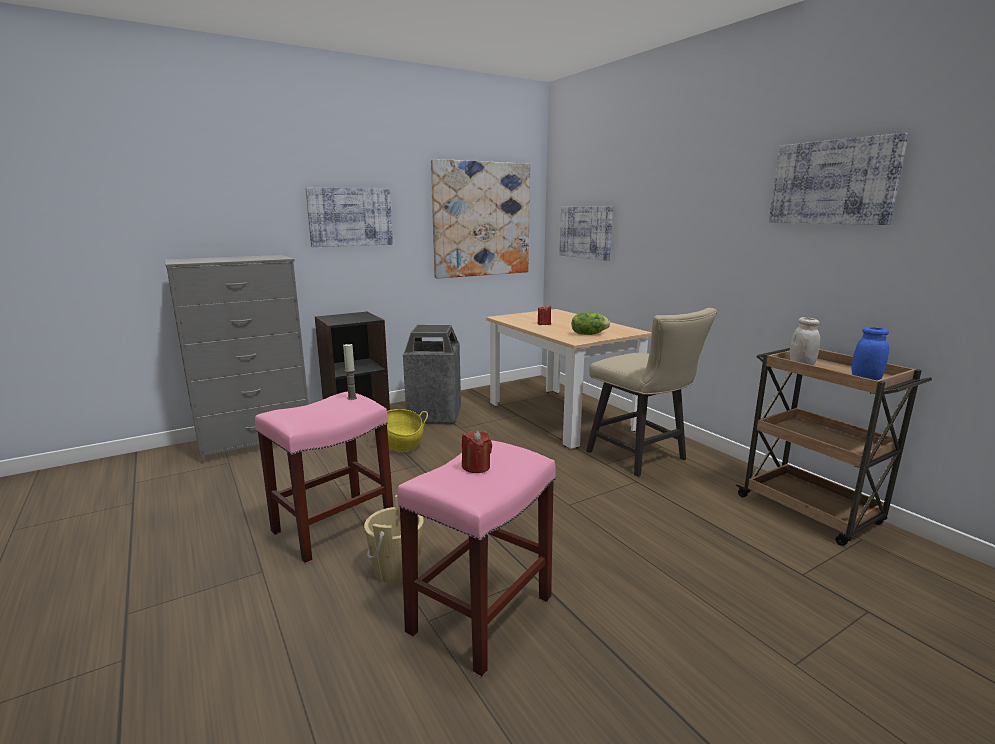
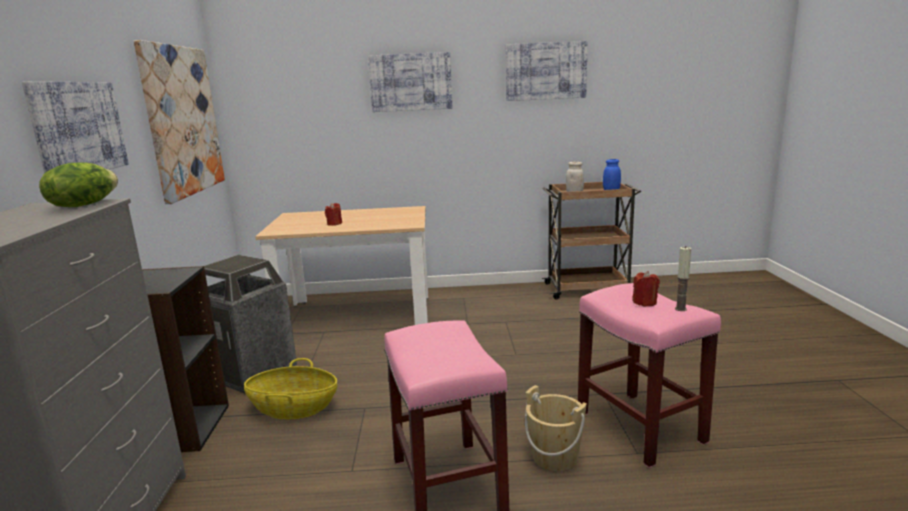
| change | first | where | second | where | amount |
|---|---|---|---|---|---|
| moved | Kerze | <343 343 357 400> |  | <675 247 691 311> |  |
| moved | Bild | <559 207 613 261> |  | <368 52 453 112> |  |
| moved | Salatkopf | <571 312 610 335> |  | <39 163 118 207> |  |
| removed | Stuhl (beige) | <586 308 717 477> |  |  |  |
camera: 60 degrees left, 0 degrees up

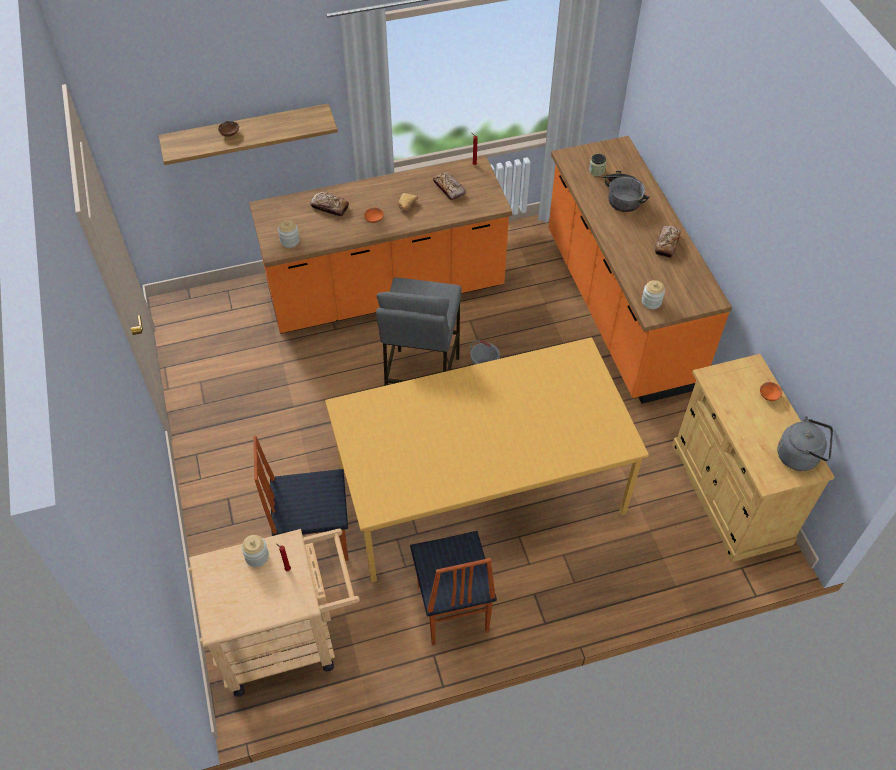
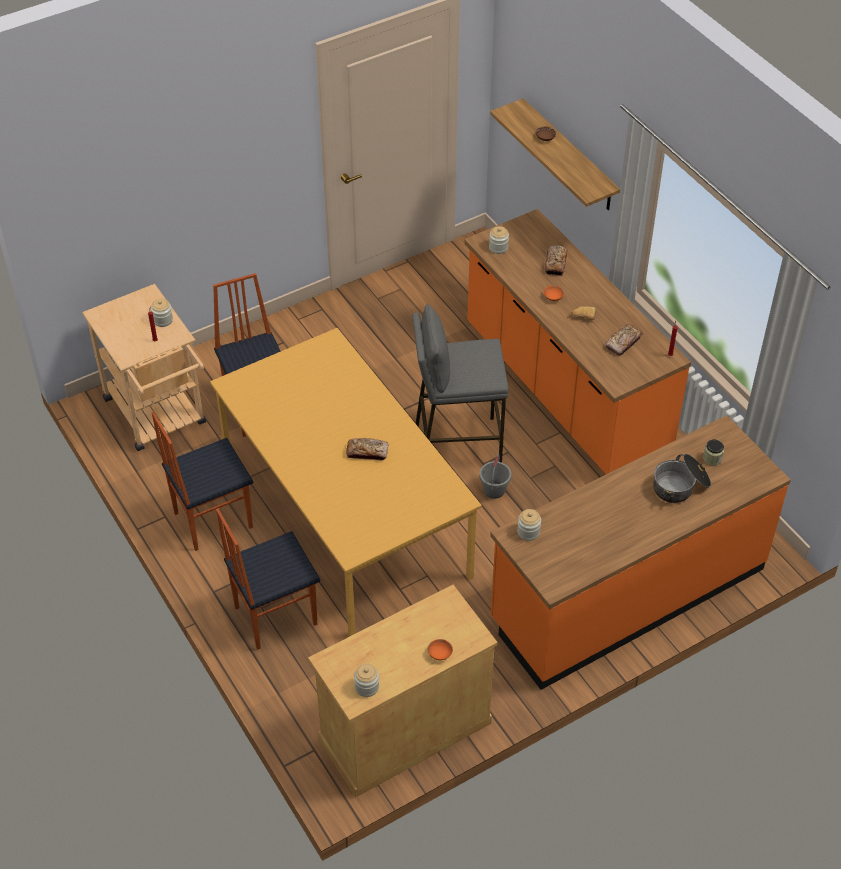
| change | first | where | second | where | amount |
|---|---|---|---|---|---|
| moved | Brot | <655 226 681 258> |  | <346 438 388 460> |  |
| replaced | Wasserkessel (grau) | <777 416 833 471> | Vorratsglas | <354 663 379 697> |  |
| added |  |  | Stuhl | <216 508 320 650> |  |
camera: 75 degrees right, 5 degrees down

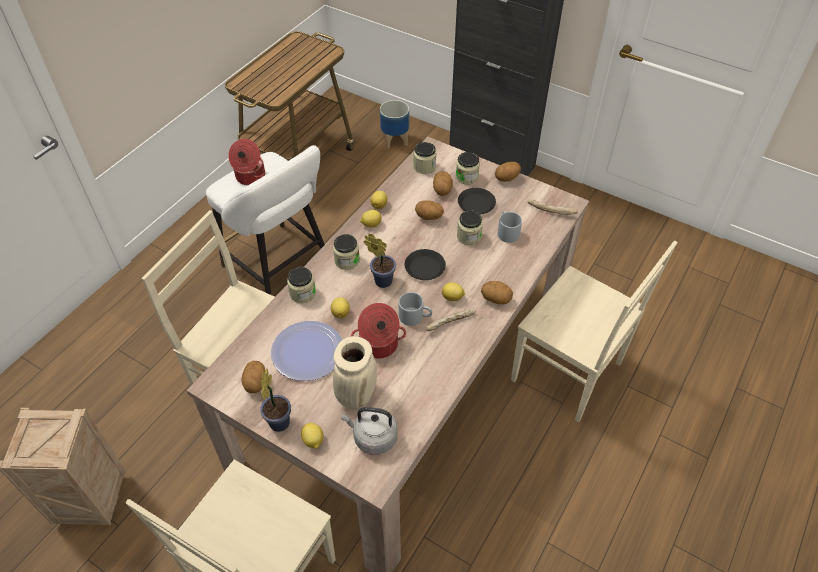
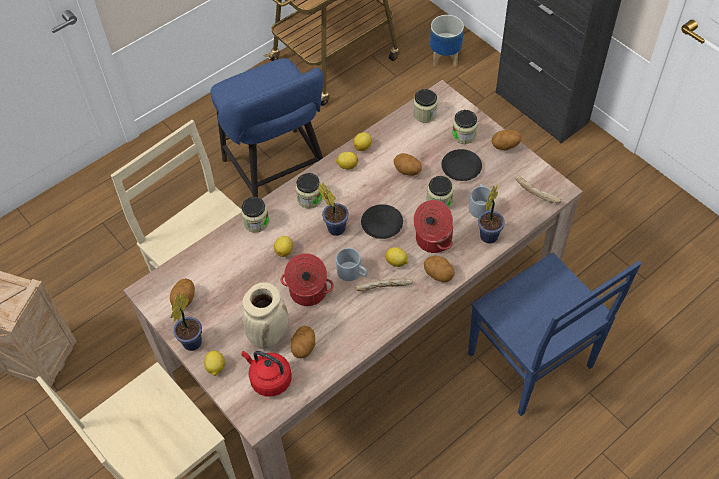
| change | first | where | second | where | amount |
|---|---|---|---|---|---|
| recoloured | Hocker (weiß) | <206 145 325 295> | Hocker (blau) | <211 58 323 197> |  |
| moved | Kochtopf | <228 139 265 185> |  | <413 200 453 253> |  |
| removed | Teller | <271 321 342 381> |  |  |  |
| recoloured | Wasserkessel (grau) | <341 407 398 455> | Wasserkessel (rot) | <241 351 292 397> |  |
| moved | Kartoffel | <433 171 453 196> |  | <290 326 315 359> |  |
| recoloured | Stuhl (beige) | <511 241 677 422> | Stuhl (blau) | <468 253 641 416> |  |
| added |  |  | Topfpflanze | <478 185 505 243> |  |
camera: 20 degrees right, 5 degrees up

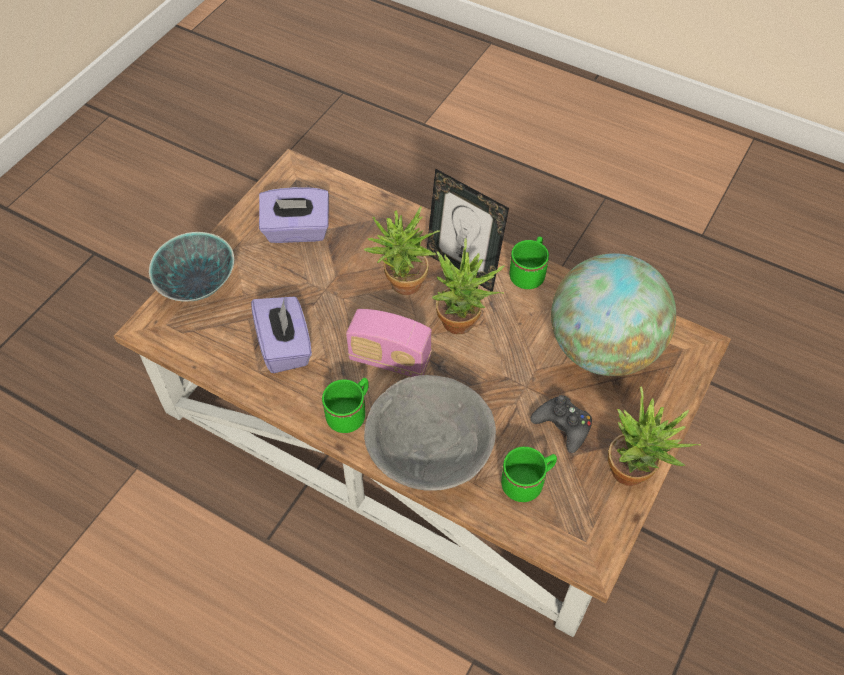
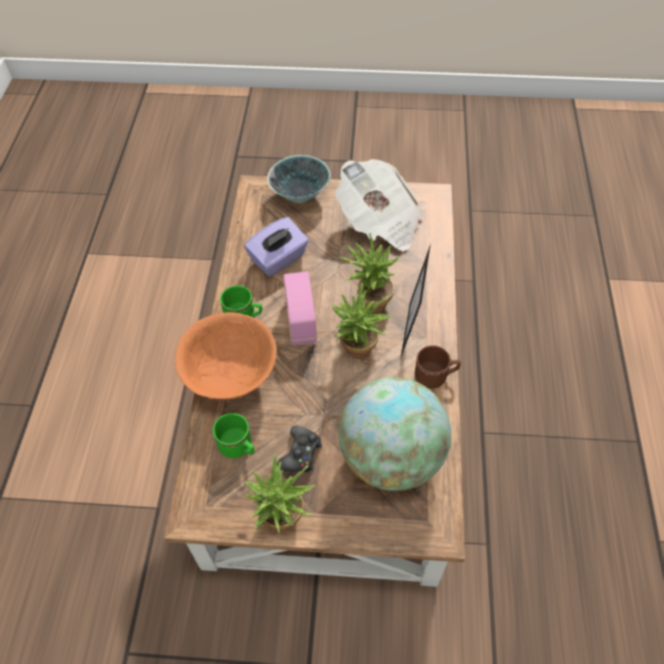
| change | first | where | second | where | amount |
|---|---|---|---|---|---|
| replaced | Taschentuchbox (lila) | <259 187 329 243> | Zeitung | <335 159 424 251> |  |
| recoloured | Schüssel (grau) | <364 375 496 491> | Schüssel (orange) | <175 312 277 399> |  |
| recoloured | Henkelbecher (grün) | <510 236 549 289> | Henkelbecher (braun) | <415 345 461 389> |  |
camera: 65 degrees right, 0 degrees up

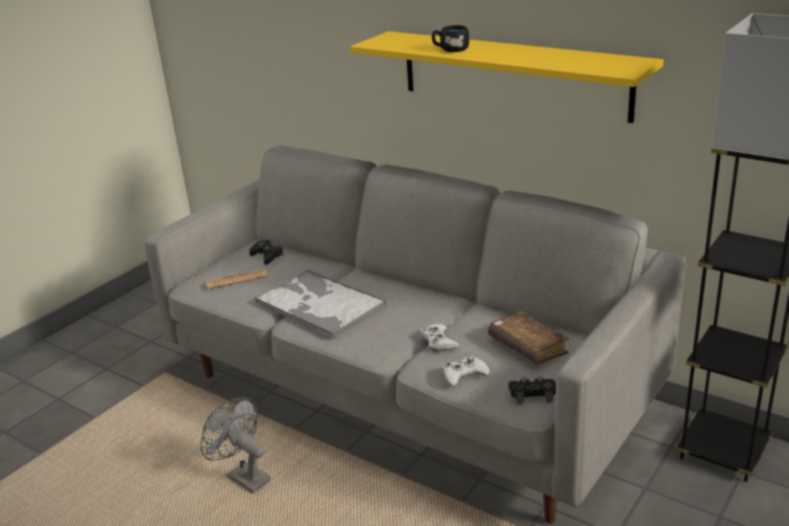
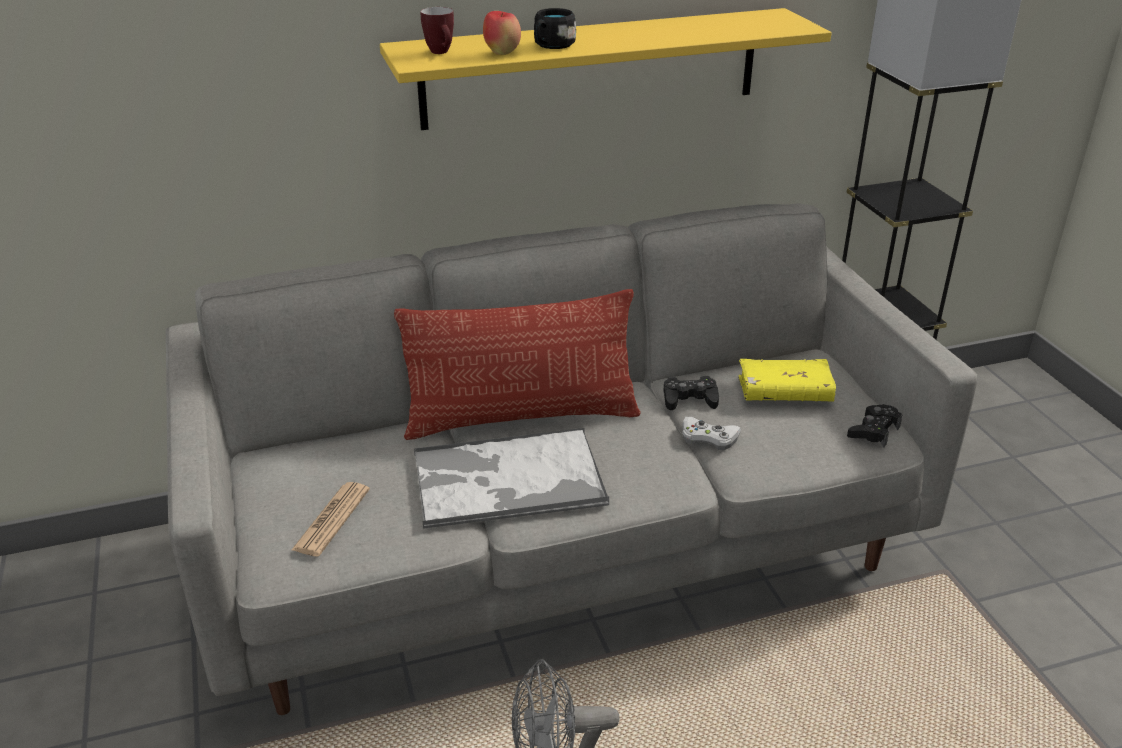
| change | first | where | second | where | amount |
|---|---|---|---|---|---|
| moved | Gamepad (schwarz) | <249 240 284 265> |  | <664 376 719 410> |  |
| removed | Gamepad (weiß) | <442 356 490 386> |  |  |  |
| recoloured | Buch (braun) | <488 311 570 365> | Buch (gelb) | <738 359 836 402> |  |
| added |  |  | Kissen | <394 289 641 440> |  |
| added |  |  | Henkelbecher | <420 7 454 54> |  |
| added |  |  | Apfel | <483 11 521 55> |  |
camera: 55 degrees left, 5 degrees up

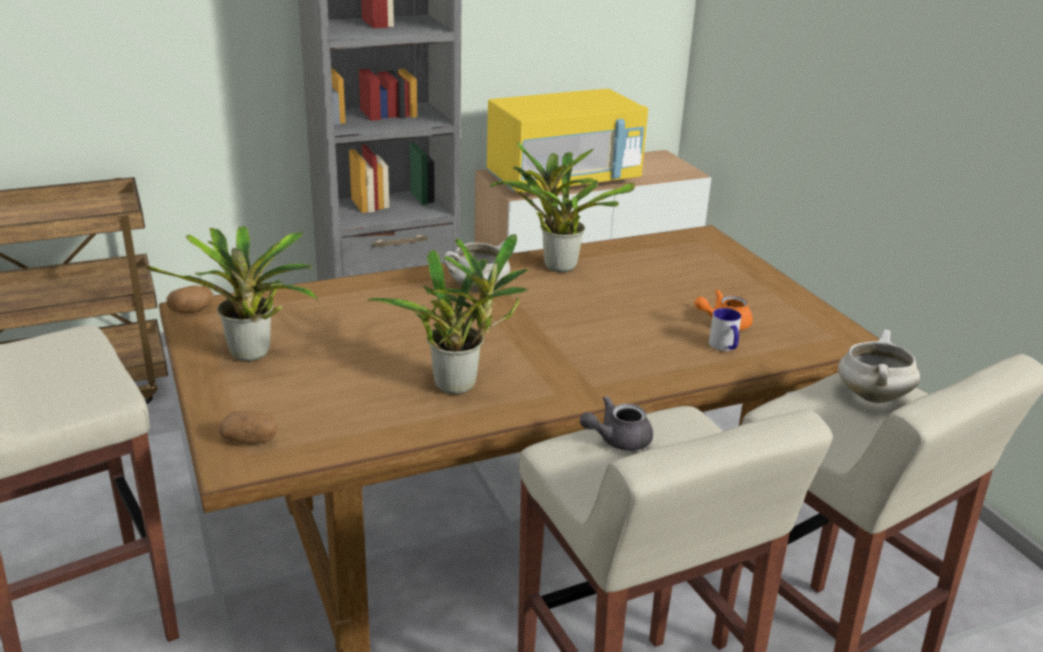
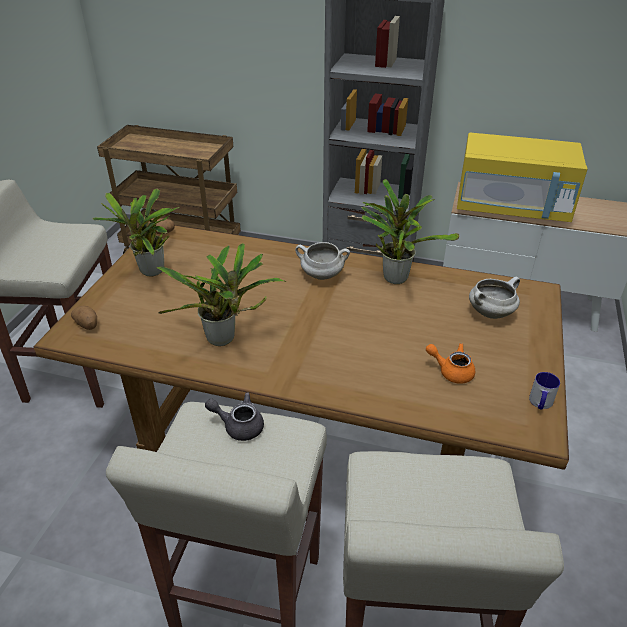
| change | first | where | second | where | amount |
|---|---|---|---|---|---|
| moved | Henkelbecher | <709 308 741 351> |  | <529 372 560 410> |  |
| moved | Kochtopf (weiß) | <838 329 920 403> |  | <469 277 520 319> |  |
camera: 40 degrees right, 10 degrees up

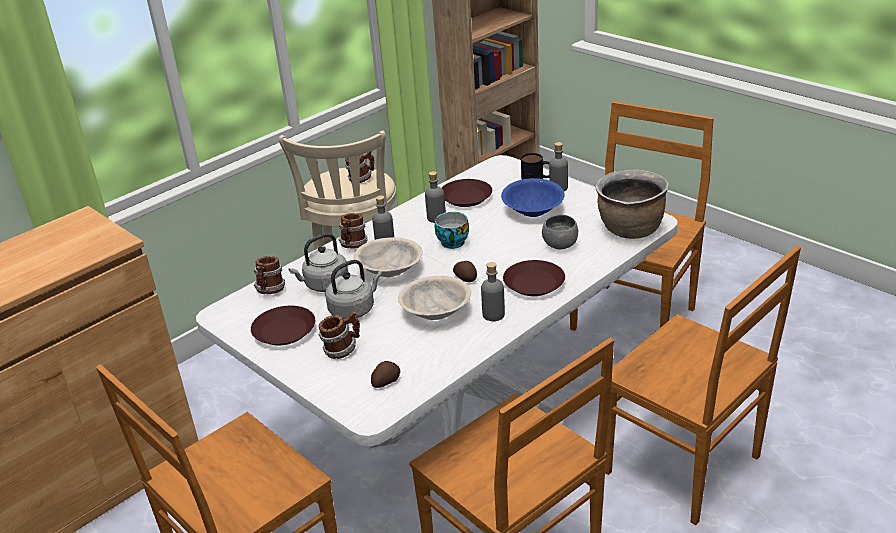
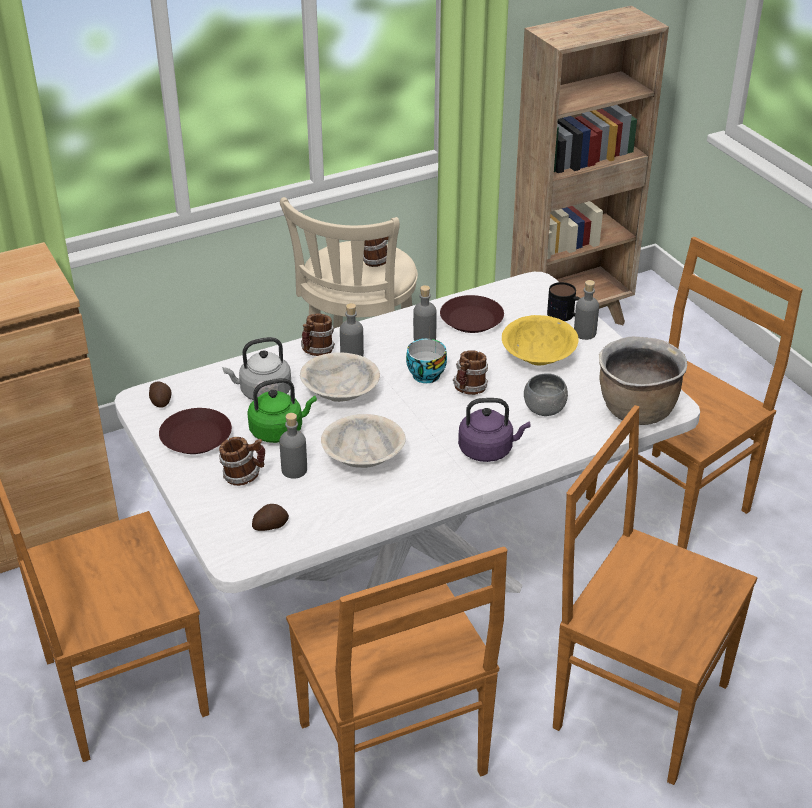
| change | first | where | second | where | amount |
|---|---|---|---|---|---|
| moved | Henkelbecher | <253 256 285 294> |  | <453 350 488 395> |  |
| recoloured | Wasserkessel (grau) | <325 260 382 319> | Wasserkessel (grün) | <247 378 317 443> |  |
| moved | Kartoffel | <453 261 477 282> |  | <149 381 172 408> |  |
| moved | Flasche (grau) | <481 262 505 321> |  | <280 413 307 479> |  |
| recoloured | Schüssel (blau) | <501 178 565 217> | Schüssel (gelb) | <502 315 579 365> |  |
| replaced | Teller (braun) | <503 260 565 296> | Wasserkessel (lila) | <458 398 531 462> |  |
| turned | Stuhl (braun) | <605 246 801 525> |  | <553 405 757 785> | 150 degrees clockwise |
camera: 15 degrees right, 5 degrees up

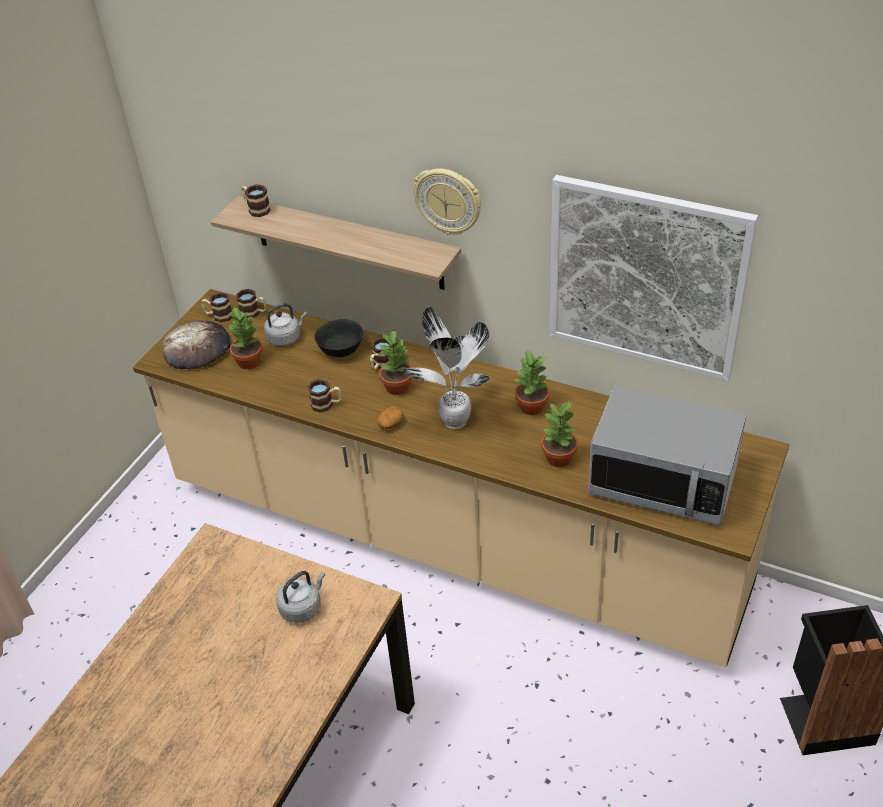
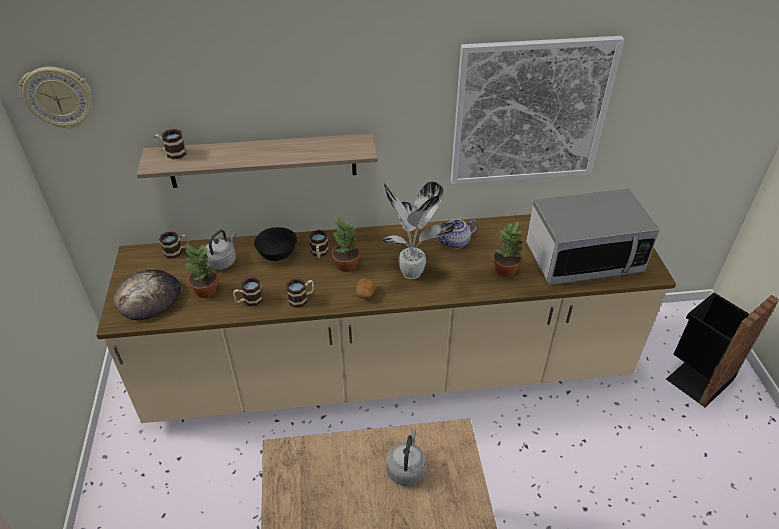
| change | first | where | second | where | amount |
|---|---|---|---|---|---|
| moved | Henkelbecher | <201 292 232 323> |  | <233 277 263 306> |  |
| moved | Wanduhr | <413 169 481 235> |  | <19 67 93 129> |  |
| replaced | Topfpflanze | <513 350 549 415> | Teekanne | <439 219 478 249> |  |
camera: 35 degrees left, 0 degrees up

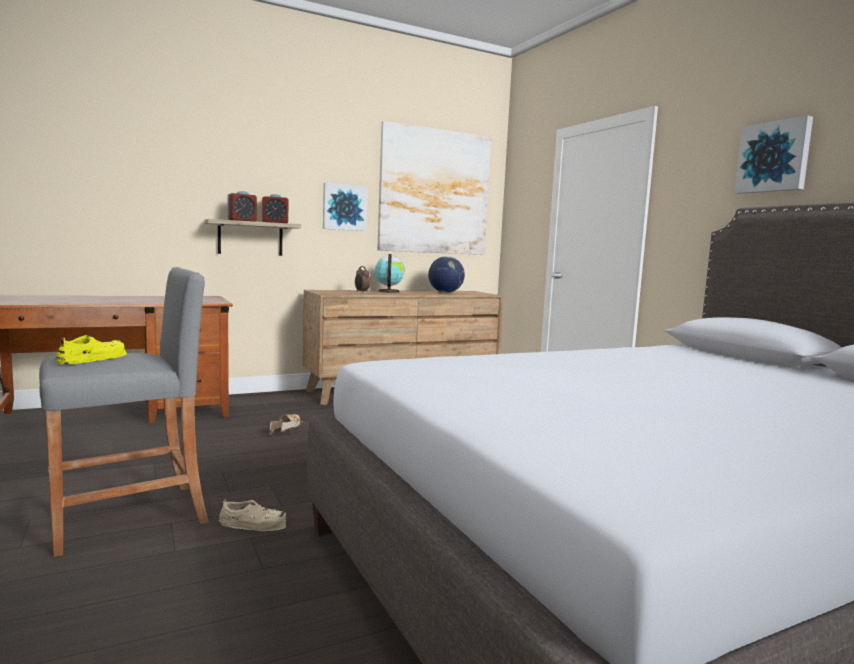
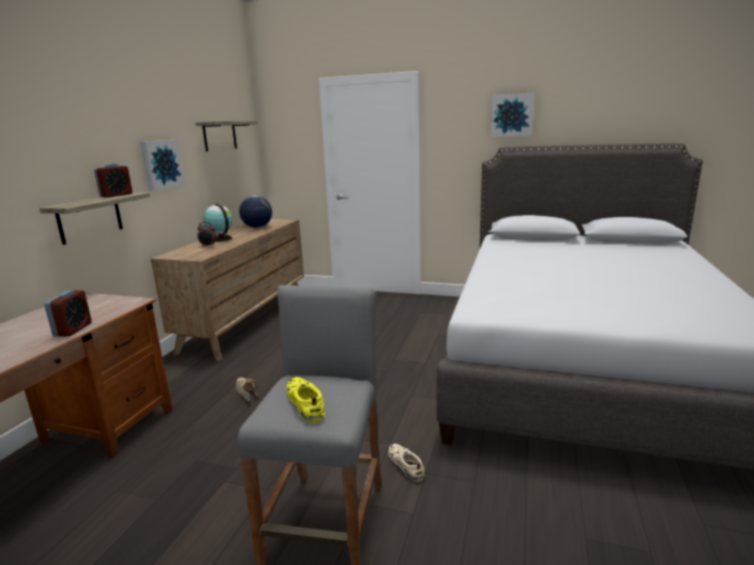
| change | first | where | second | where | amount |
|---|---|---|---|---|---|
| turned | Schuh (beige) | <219 499 286 531> |  | <388 443 424 482> | 75 degrees counterclockwise |
| moved | Wecker | <227 191 257 221> |  | <44 290 92 336> |  |
| replaced | Bild | <377 121 491 255> | Wandregal | <195 121 258 151> |  |
camera: 45 degrees left, 10 degrees up

